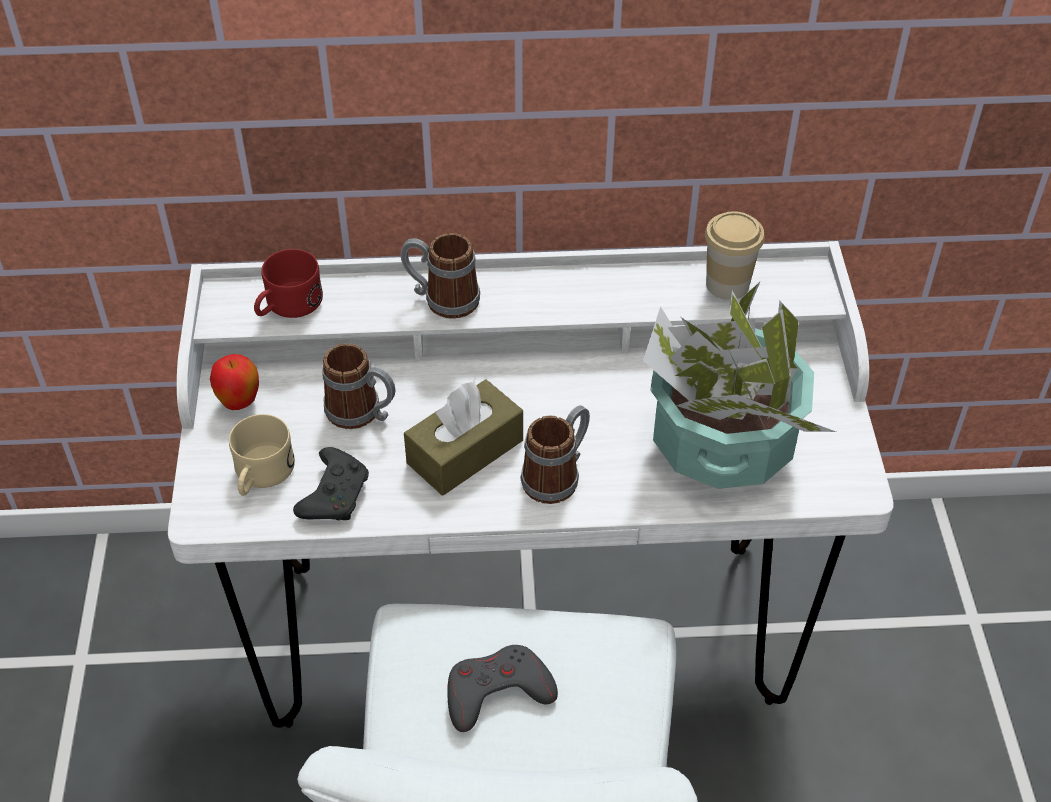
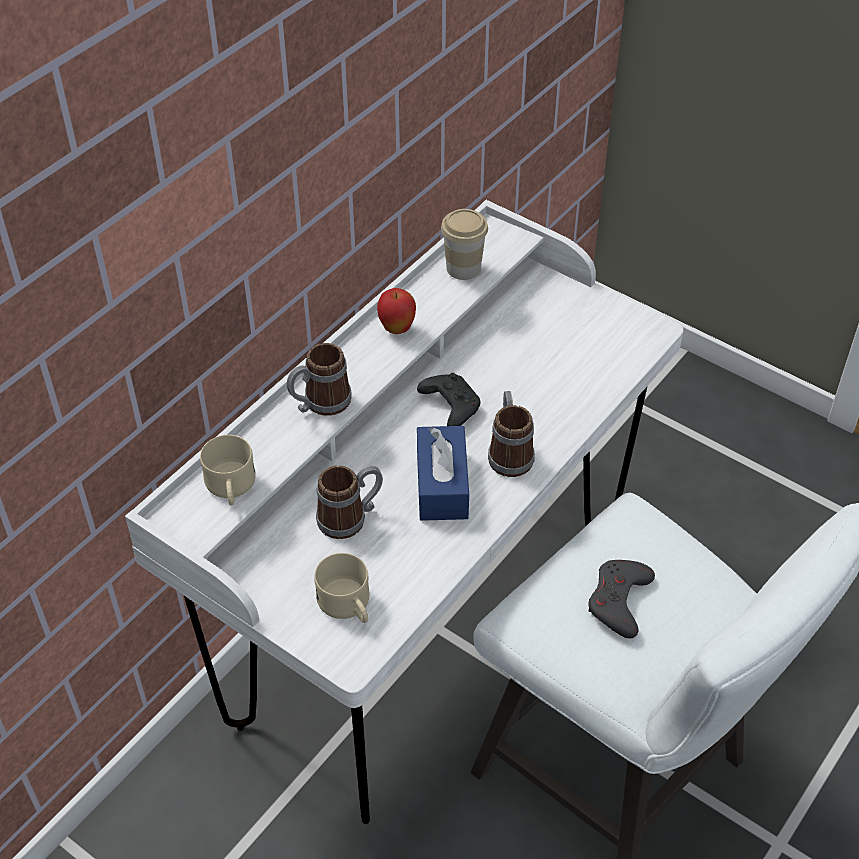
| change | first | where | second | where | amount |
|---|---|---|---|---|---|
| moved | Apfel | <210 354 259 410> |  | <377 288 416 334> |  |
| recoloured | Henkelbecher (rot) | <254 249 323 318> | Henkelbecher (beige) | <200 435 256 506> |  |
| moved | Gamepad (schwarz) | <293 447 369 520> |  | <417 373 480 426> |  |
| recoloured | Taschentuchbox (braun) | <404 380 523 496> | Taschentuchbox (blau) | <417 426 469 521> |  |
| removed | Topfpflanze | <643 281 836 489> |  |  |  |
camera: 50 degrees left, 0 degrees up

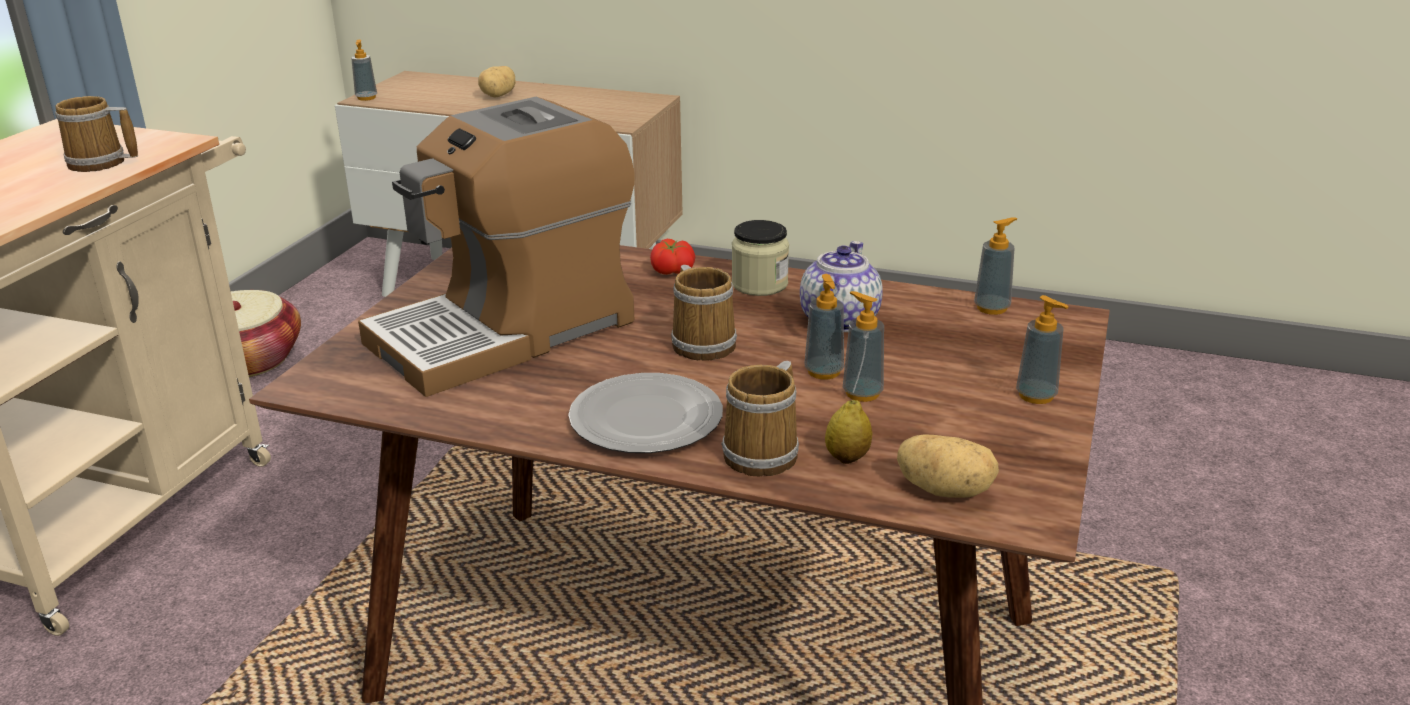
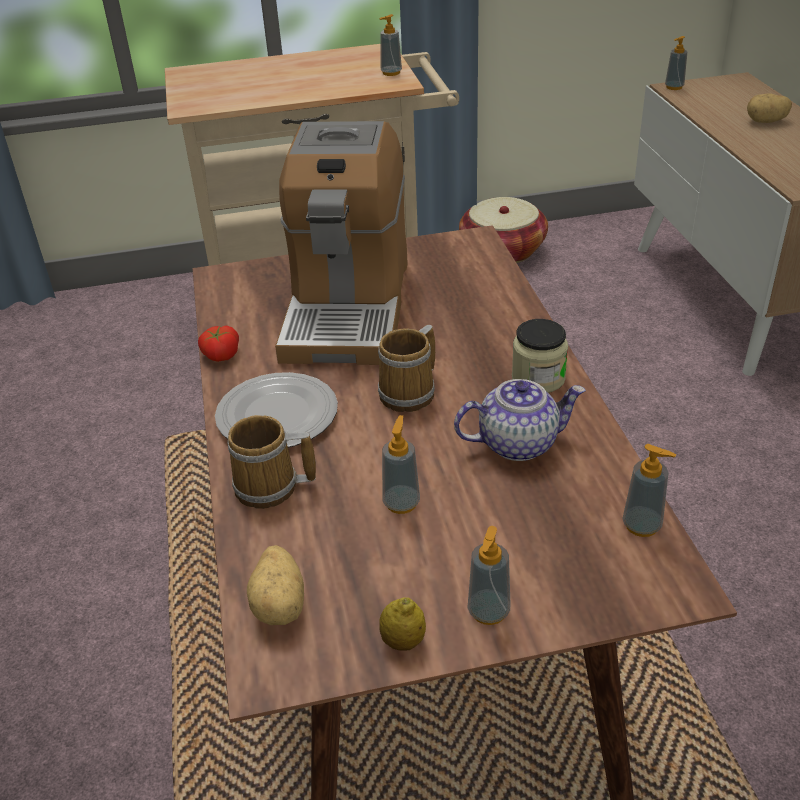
| change | first | where | second | where | amount |
|---|---|---|---|---|---|
| removed | Henkelbecher | <55 96 139 172> |  |  |  |
| turned | Kaffeemaschine | <358 97 635 397> |  | <275 121 407 365> | 105 degrees counterclockwise |
| moved | Tomate | <650 239 695 275> |  | <198 325 239 362> |  |
| moved | Seifenspender | <805 274 844 379> |  | <380 14 402 76> |  |
| moved | Zitrone | <825 400 872 464> |  | <379 597 426 651> |  |
camera: 60 degrees right, 10 degrees up

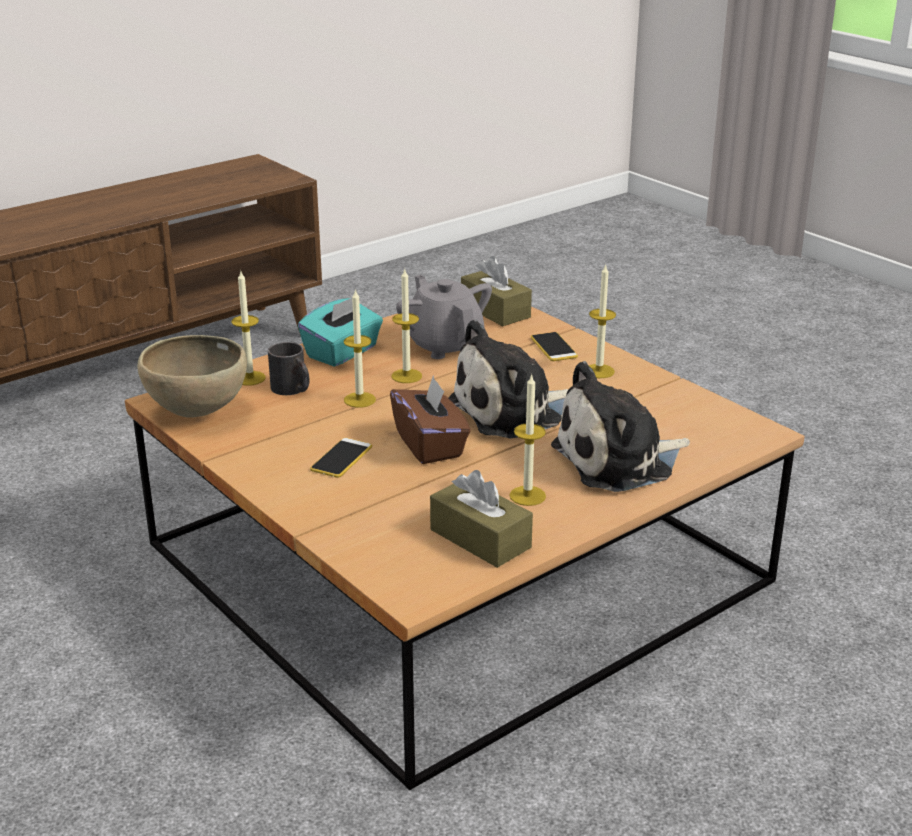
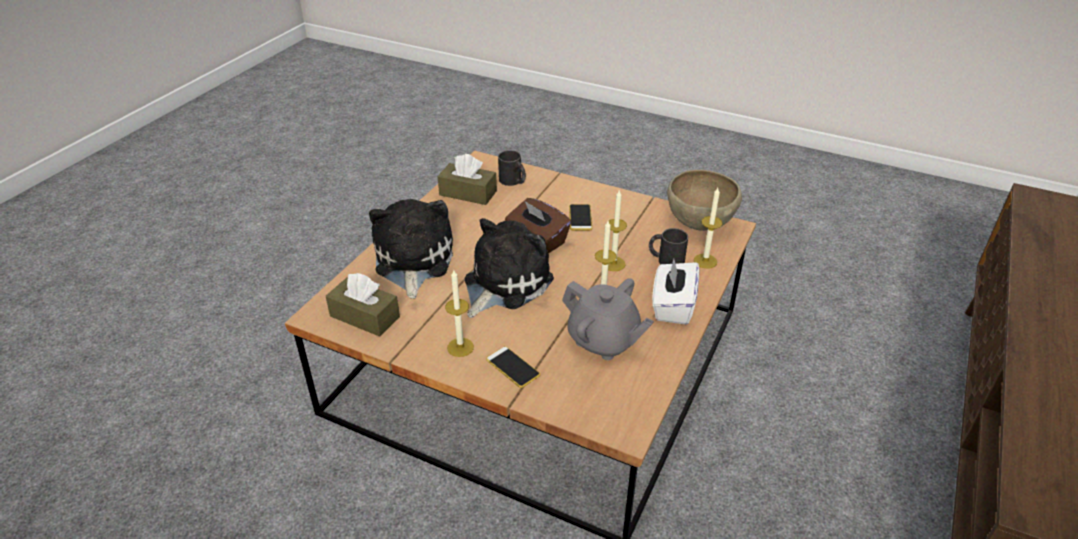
| change | first | where | second | where | amount |
|---|---|---|---|---|---|
| recoloured | Taschentuchbox (türkis) | <298 298 383 367> | Taschentuchbox (weiß) | <652 259 699 325> |  |
| moved | Taschentuchbox (braun) | <461 256 532 326> |  | <326 273 400 337> |  |
| removed | Kerze | <509 373 546 506> |  |  |  |
| turned | Plüschtier | <551 361 690 492> |  | <369 199 453 299> | 45 degrees counterclockwise |
| added |  |  | Henkelbecher (schwarz) | <498 150 526 186> |  |
camera: 155 degrees right, 10 degrees up

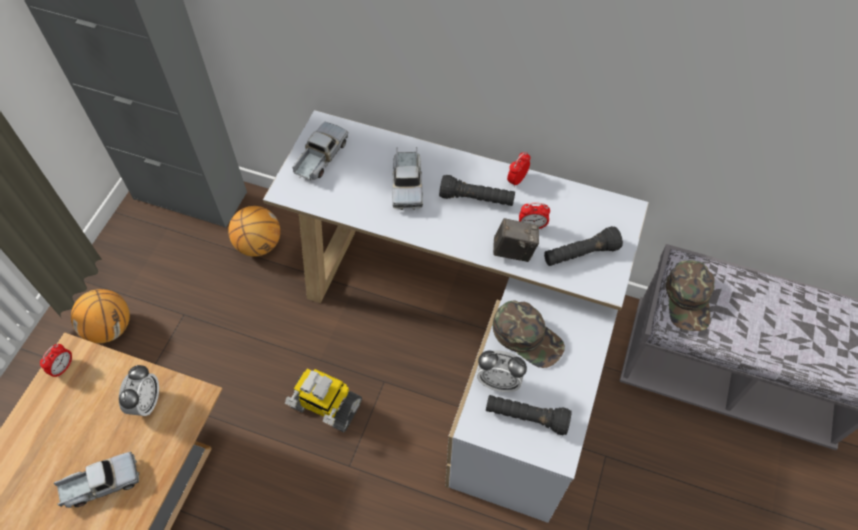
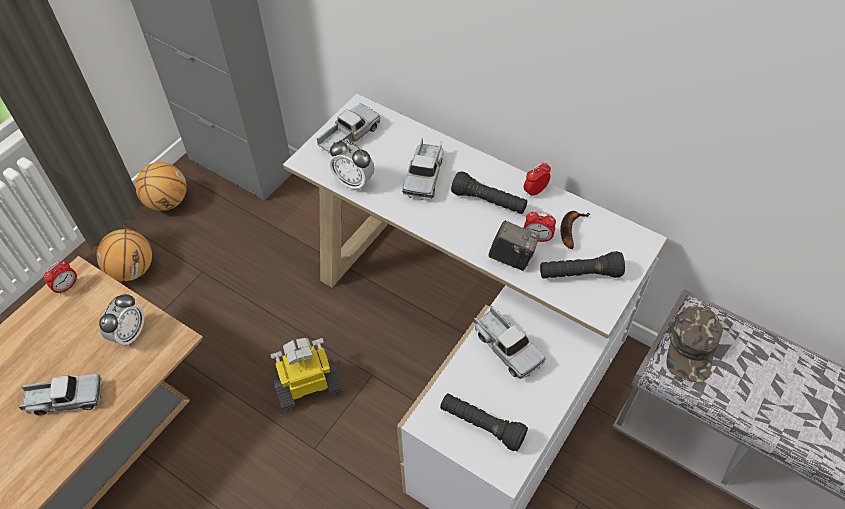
| change | first | where | second | where | amount |
|---|---|---|---|---|---|
| moved | Basketball | <228 206 280 257> |  | <135 162 187 211> |  |
| turned | Spielzeugroboter | <285 369 362 433> |  | <270 338 343 411> | 120 degrees clockwise |
| moved | Wecker | <477 350 527 392> |  | <330 140 375 191> |  |
| replaced | Kappe (grün) | <493 301 565 368> | Spielzeuglaster | <474 306 546 379> |  |
| added |  |  | Banane | <561 211 590 249> |  |
camera: 15 degrees right, 5 degrees down

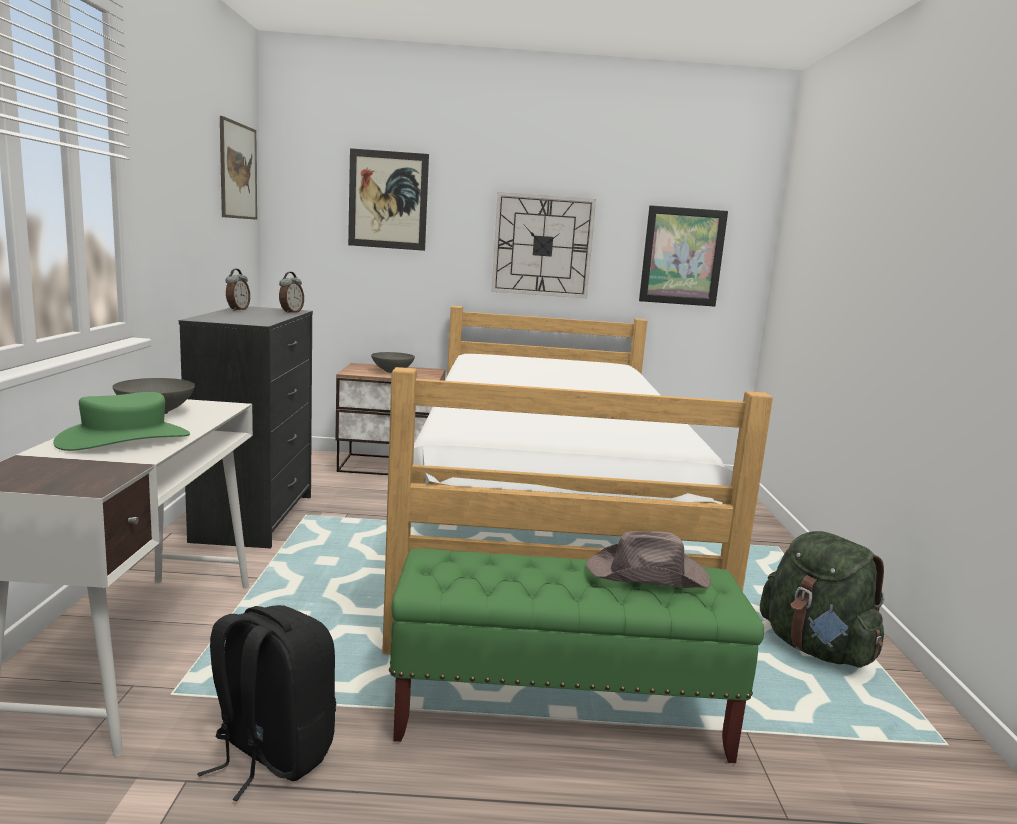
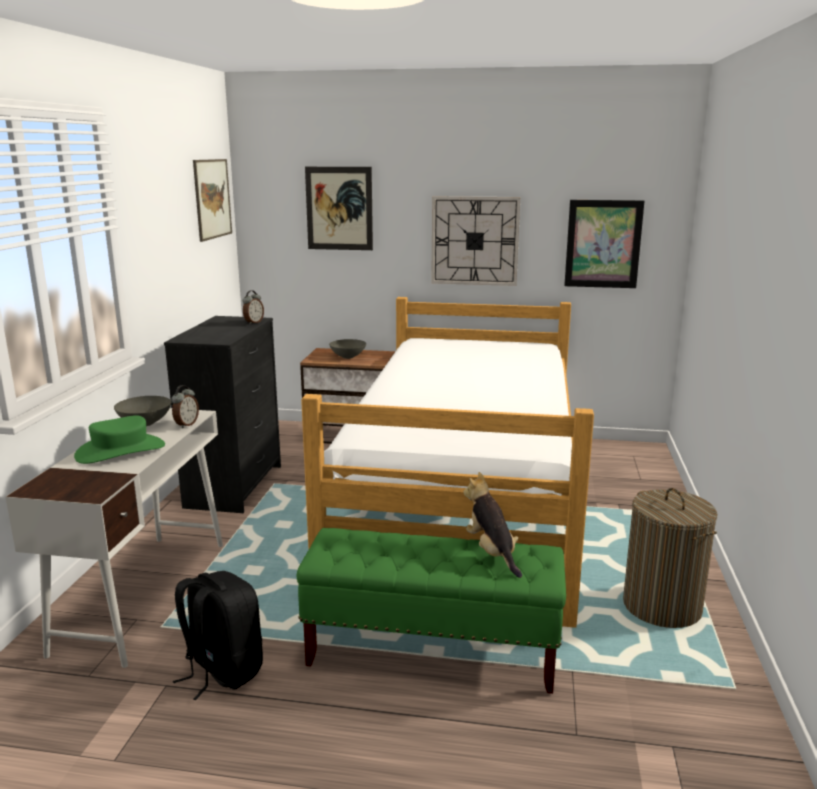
| change | first | where | second | where | amount |
|---|---|---|---|---|---|
| moved | Wecker | <226 269 250 311> |  | <171 385 199 428> |  |
| replaced | Hut (braun) | <586 531 711 588> | Plüschtier | <463 472 522 578> |  |
| replaced | Rucksack (grün) | <760 531 884 668> | Wäschekorb | <623 488 718 628> |  |
camera: 10 degrees right, 5 degrees up

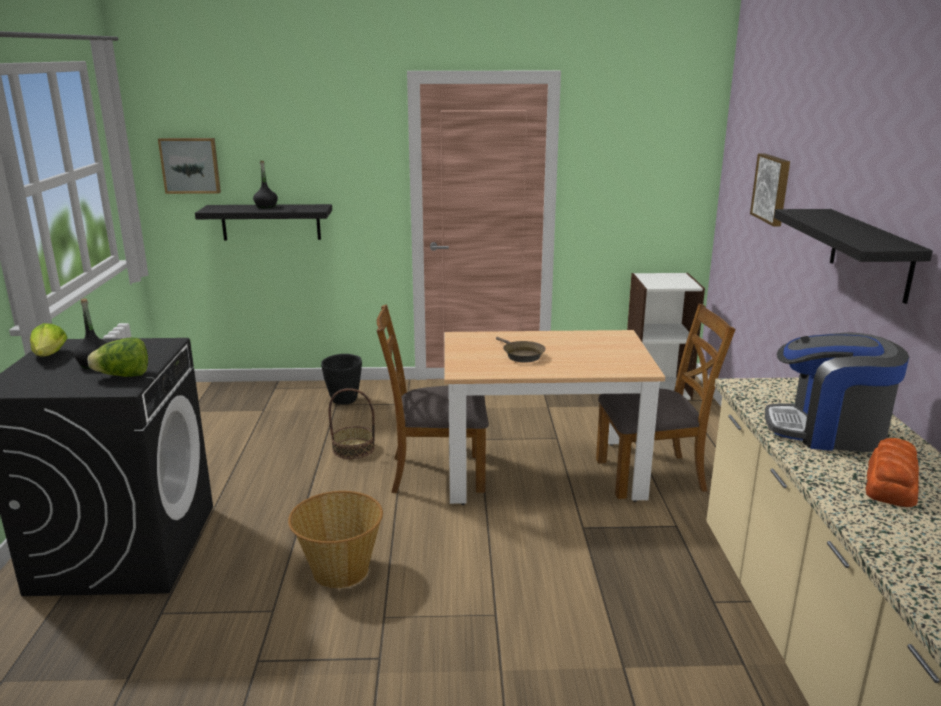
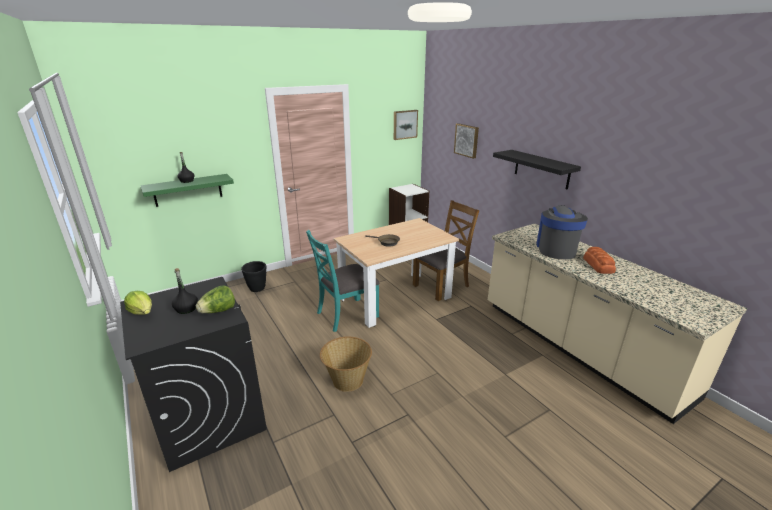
| change | first | where | second | where | amount |
|---|---|---|---|---|---|
| moved | Bild | <158 138 221 194> |  | <394 110 418 140> |  |
| recoloured | Wandregal (schwarz) | <195 204 332 240> | Wandregal (grün) | <141 174 234 207> |  |
| removed | Korb | <328 388 375 459> |  |  |  |
| recoloured | Stuhl (braun) | <377 304 489 493> | Stuhl (türkis) | <306 230 380 332> |  |
| turned | Kaffeemaschine | <765 332 909 452> |  | <536 205 588 259> | 120 degrees clockwise |
camera: 30 degrees left, 5 degrees up

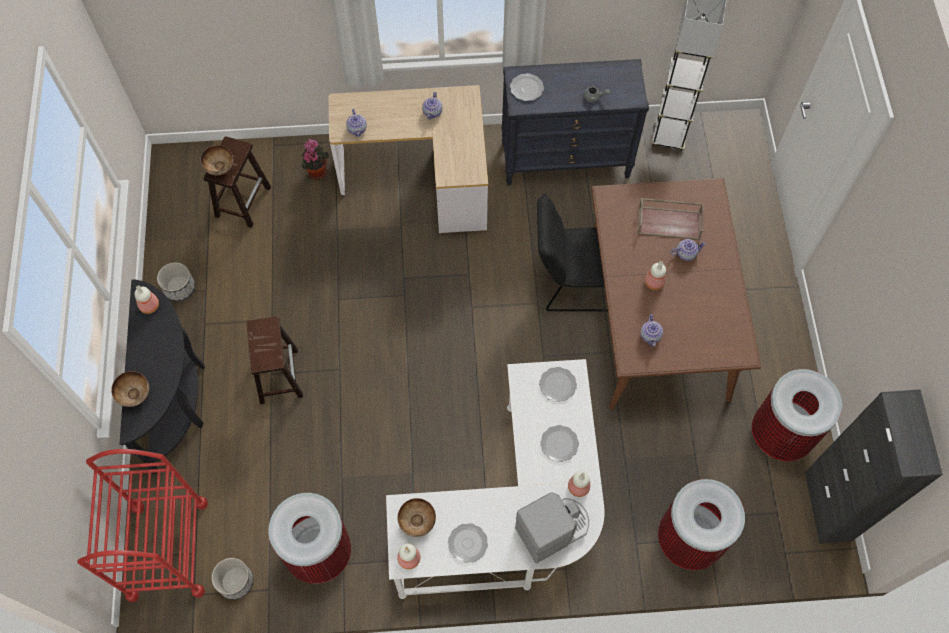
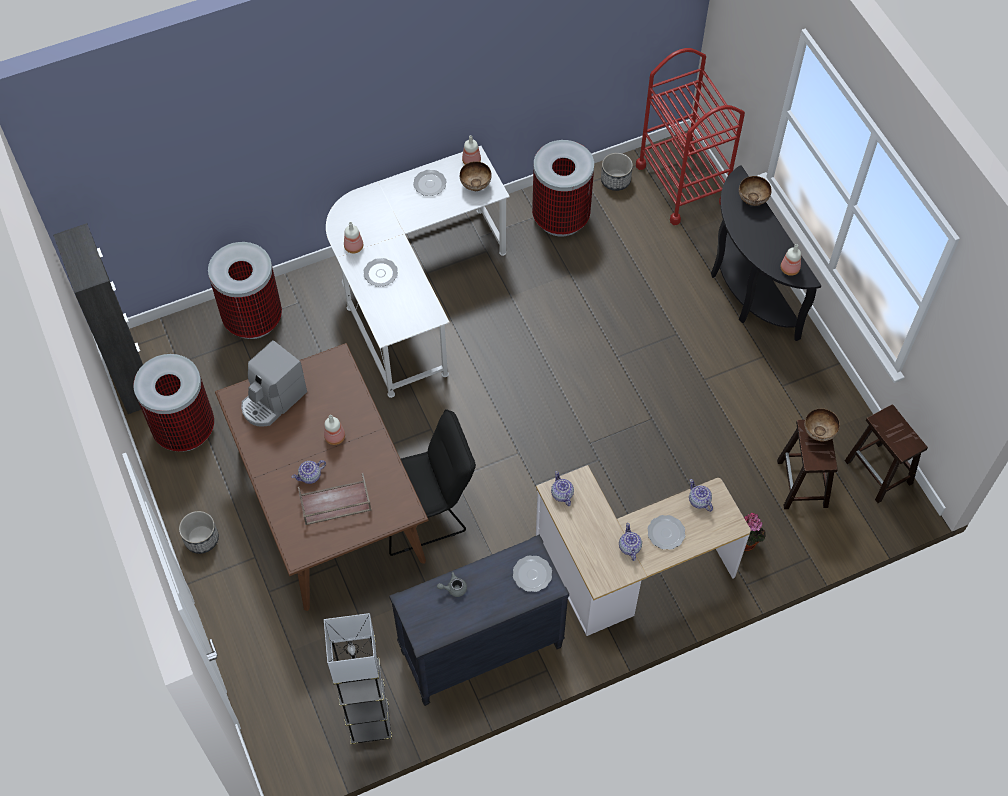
| change | first | where | second | where | amount |
|---|---|---|---|---|---|
| moved | Pflanzkübel | <157 262 195 302> |  | <179 511 219 554> |  |
| moved | Hocker (braun) | <246 316 303 404> |  | <845 404 928 503> |  |
| moved | Kaffeemaschine | <515 492 589 564> |  | <241 340 307 427> |  |
| moved | Teller | <539 367 577 402> |  | <648 515 685 550> |  |
| moved | Teekanne | <640 314 663 346> |  | <551 471 574 506> |  |
camera: 160 degrees right, 5 degrees down

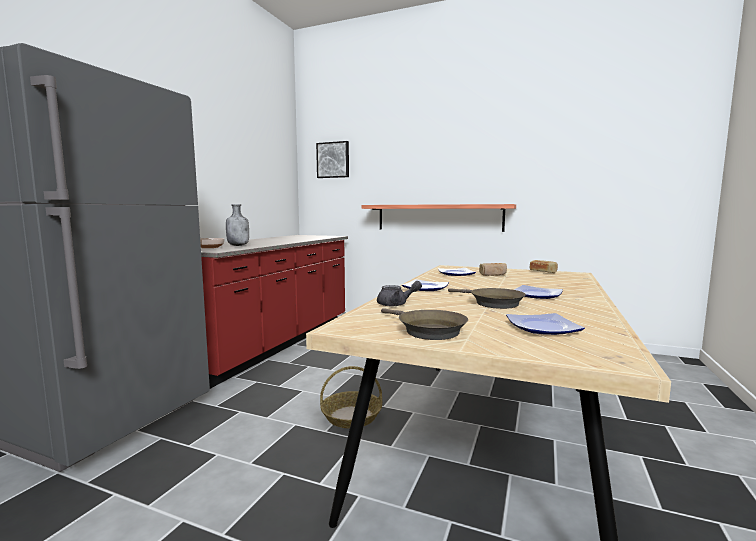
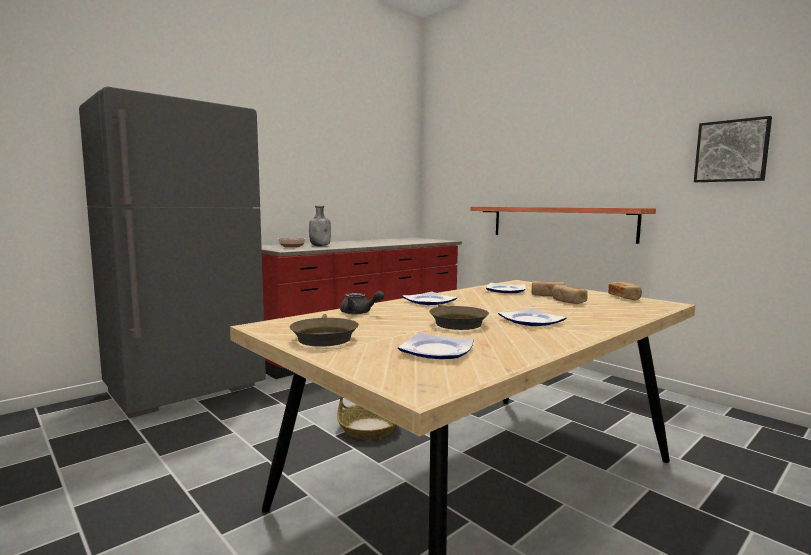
| change | first | where | second | where | amount |
|---|---|---|---|---|---|
| moved | Bild | <316 141 349 178> |  | <694 116 772 182> |  |
| added |  |  | Brot | <552 285 588 304> |  |
camera: 25 degrees right, 0 degrees up

